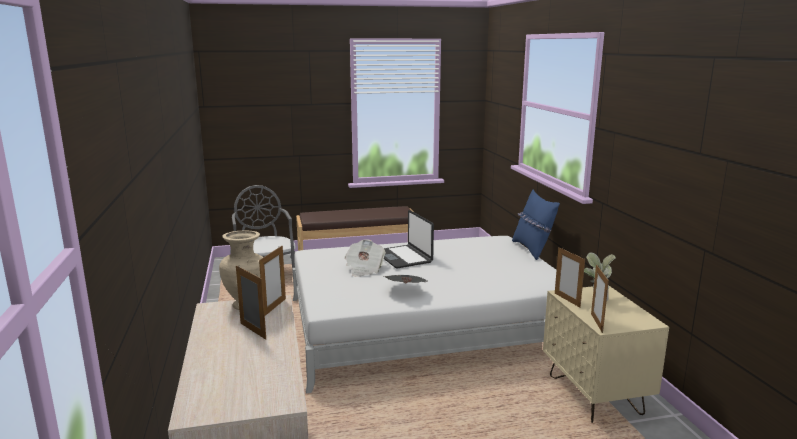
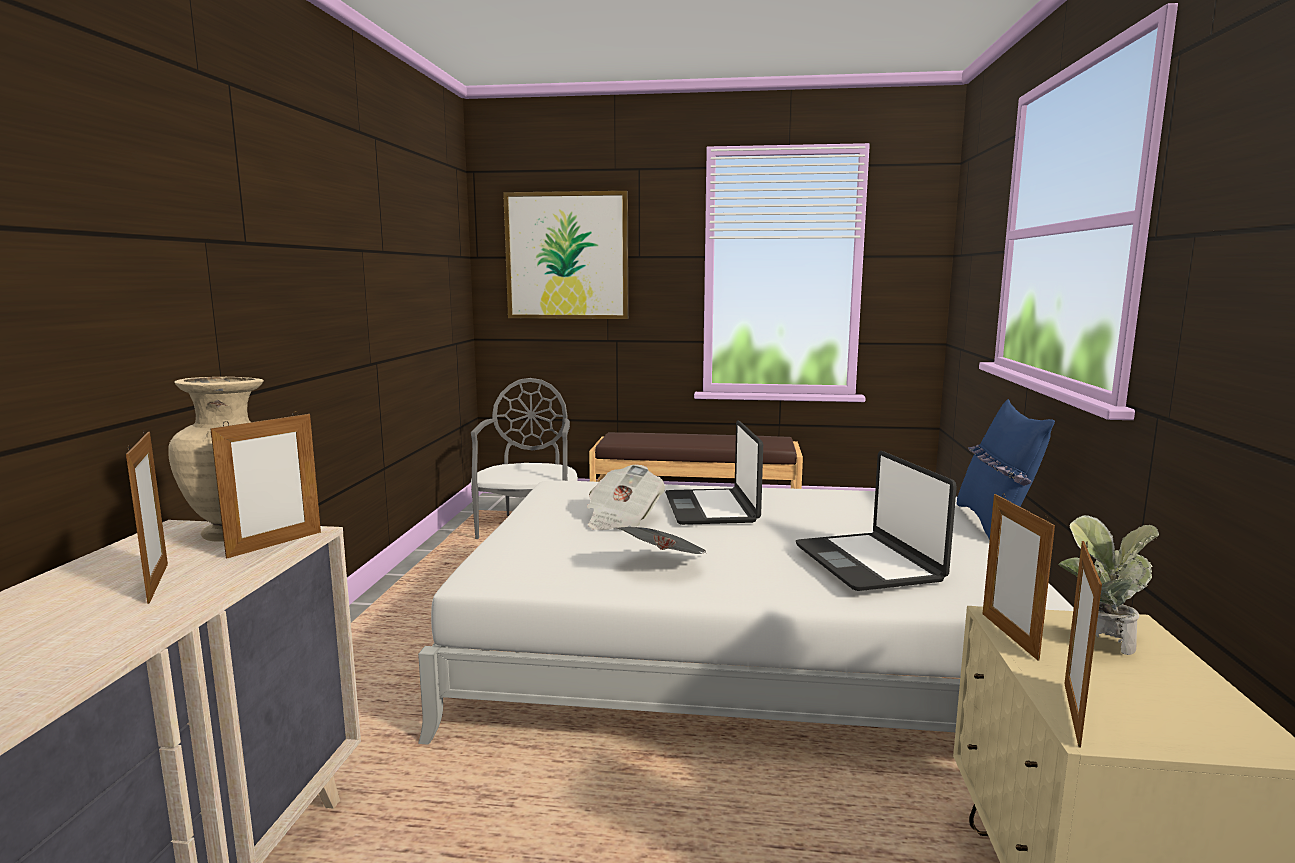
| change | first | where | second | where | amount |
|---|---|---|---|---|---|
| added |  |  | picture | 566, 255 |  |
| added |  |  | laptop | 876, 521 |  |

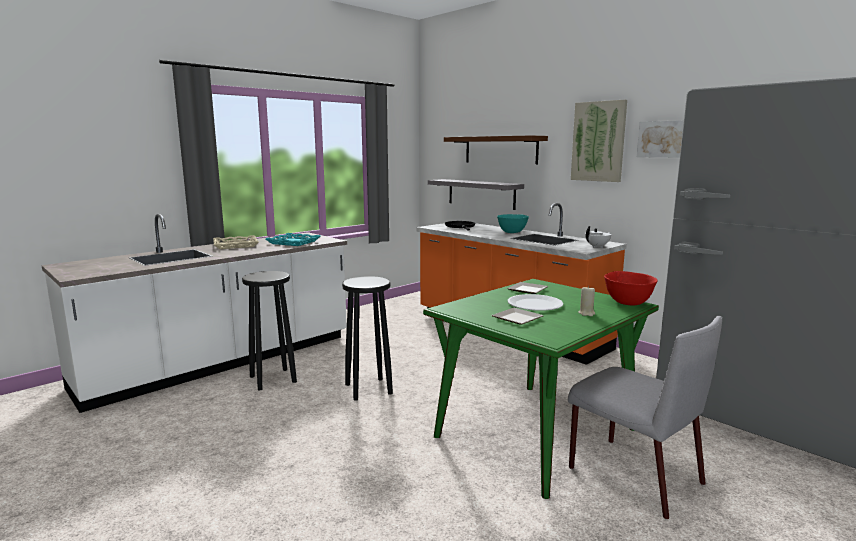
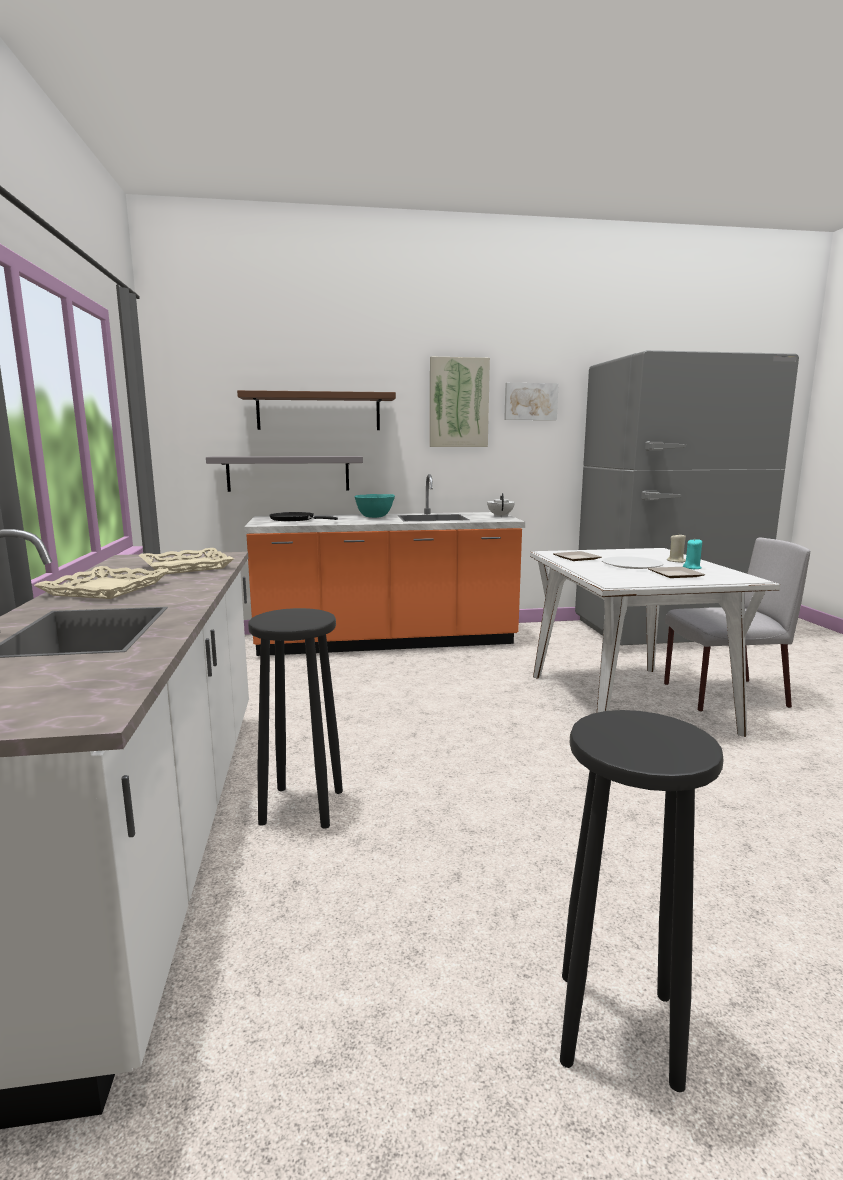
| change | first | where | second | where | amount |
|---|---|---|---|---|---|
| recoloured | turquoise tray | 293, 239 | beige tray | 186, 561 |  |
| moved | black stool | 367, 338 |  | 642, 901 |  |
| recoloured | green dining table | 541, 389 | white dining table | 655, 642 |  |
| removed | red bowl | 631, 288 |  |  |  |
| added |  |  | turquoise candle | 692, 554 |  |

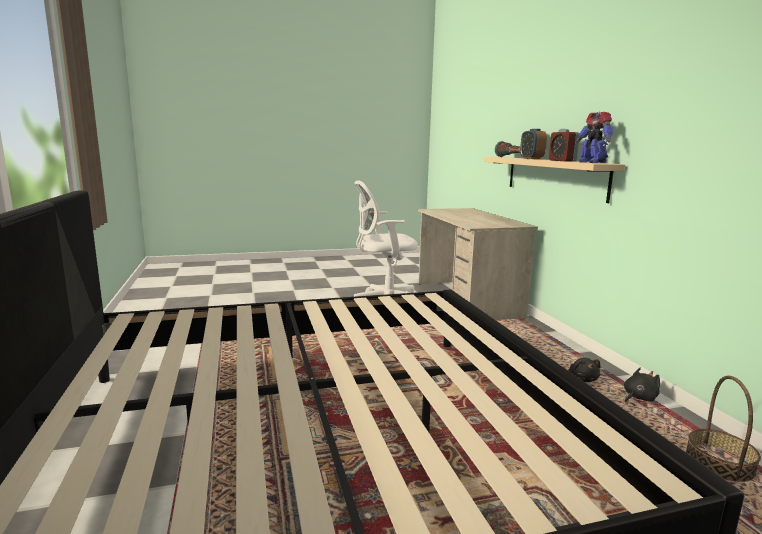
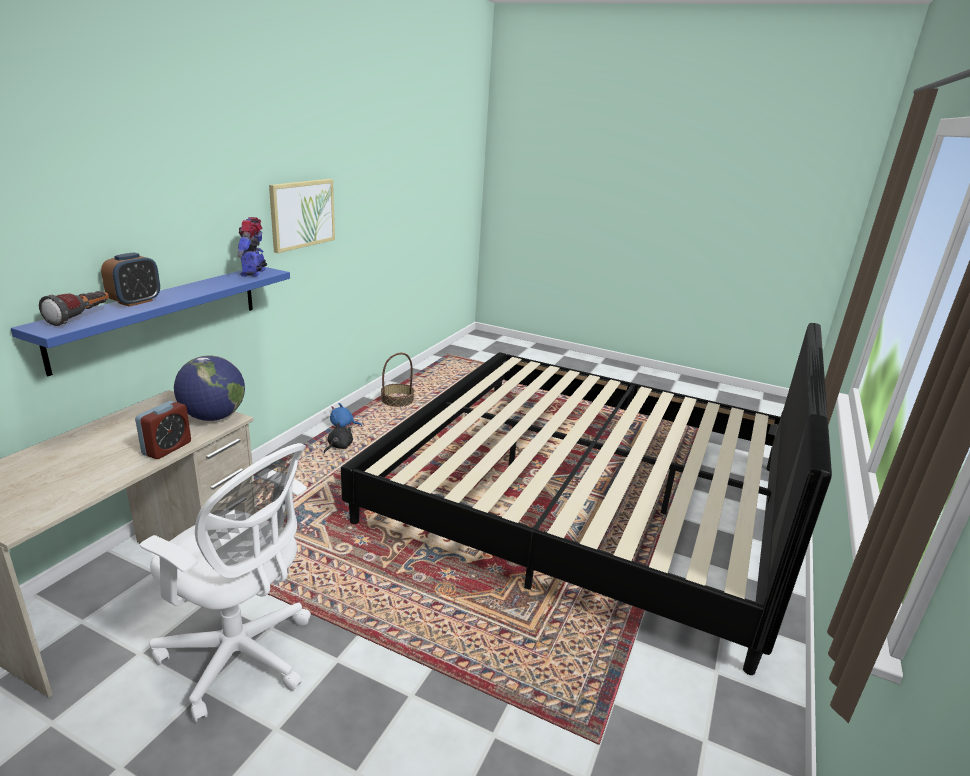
| change | first | where | second | where | amount |
|---|---|---|---|---|---|
| recoloured | beige shelf | 554, 180 | blue shelf | 150, 321 |  |
| moved | alarm clock | 564, 145 |  | 163, 430 |  |
| turned | toy robot | 595, 137 |  | 252, 247 | 150 degrees clockwise |
| recoloured | black plush toy | 642, 385 | blue plush toy | 346, 415 |  |
| added |  |  | globe | 209, 388 |  |
| added |  |  | picture | 302, 216 |  |

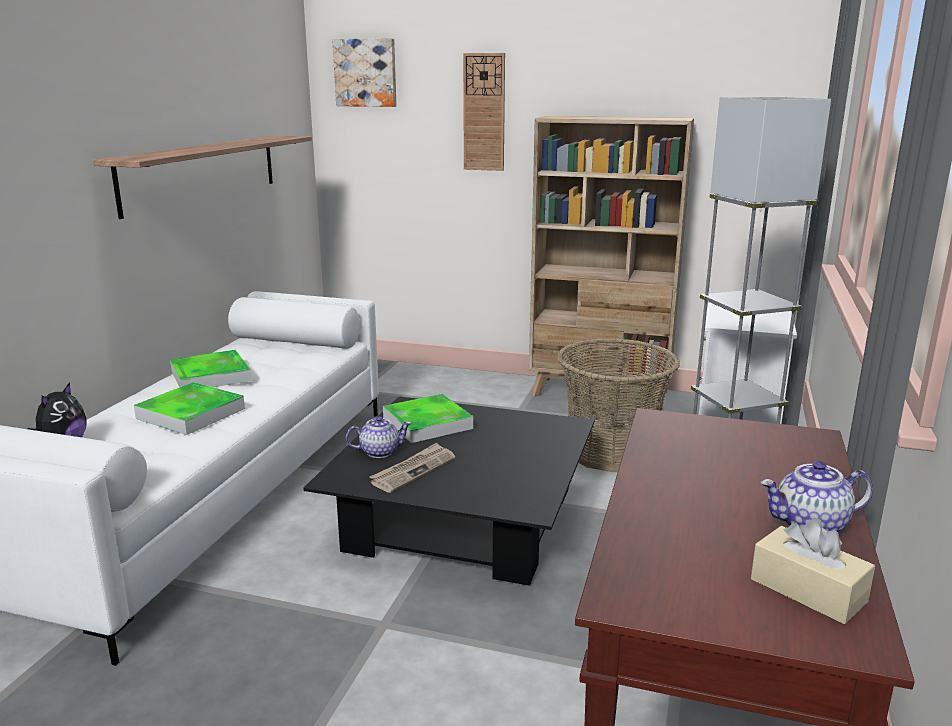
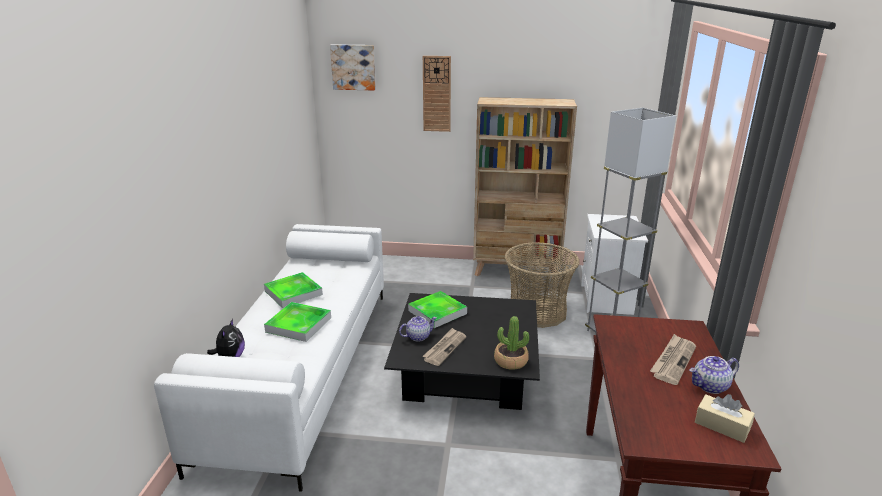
| change | first | where | second | where | amount |
|---|---|---|---|---|---|
| removed | shelf | 202, 177 |  |  |  |
| added |  |  | potted plant | 511, 343 |  |
| added |  |  | newspaper | 673, 359 |  |

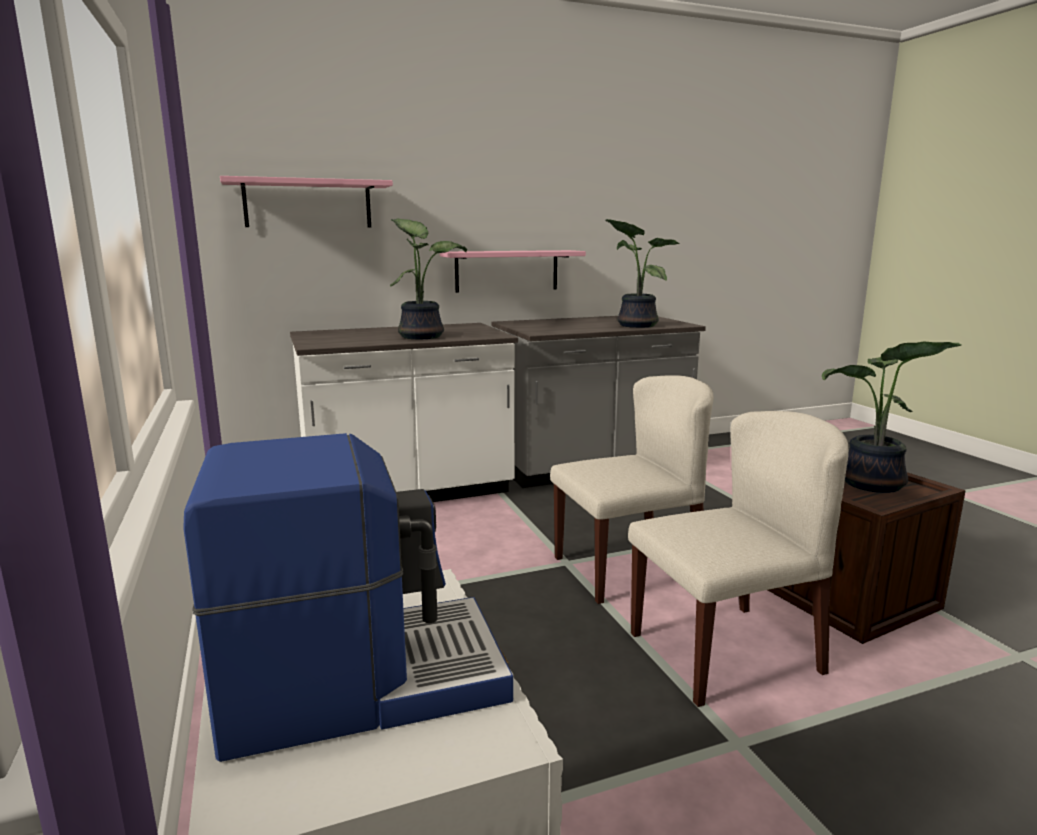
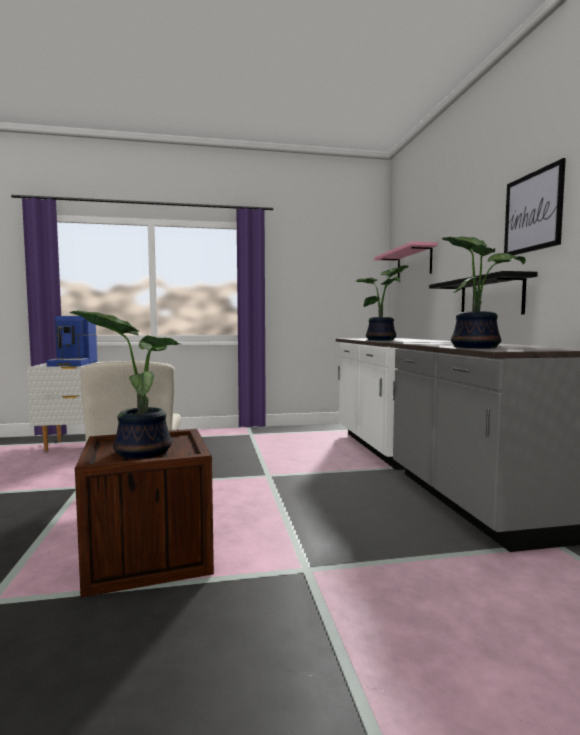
| change | first | where | second | where | amount |
|---|---|---|---|---|---|
| recoloured | pink shelf | 513, 271 | black shelf | 483, 292 |  |
| removed | beige chair | 631, 489 |  |  |  |
| added |  |  | picture | 535, 206 |  |

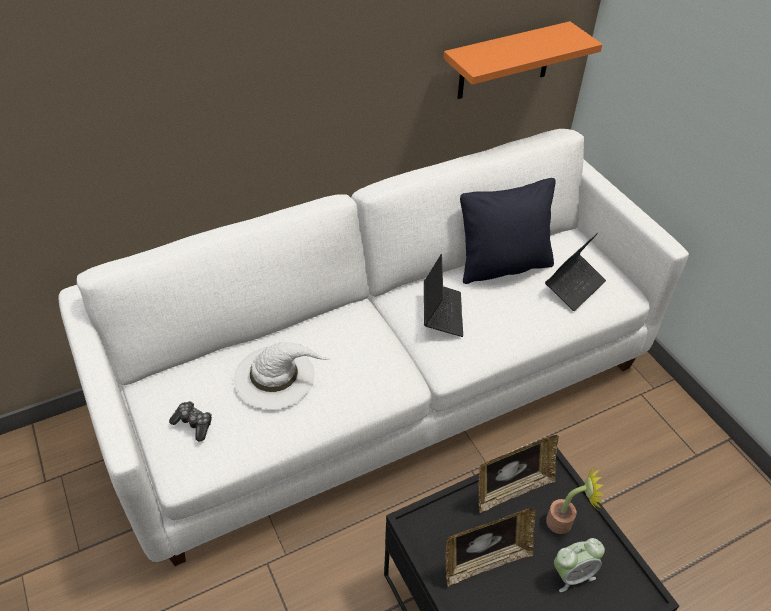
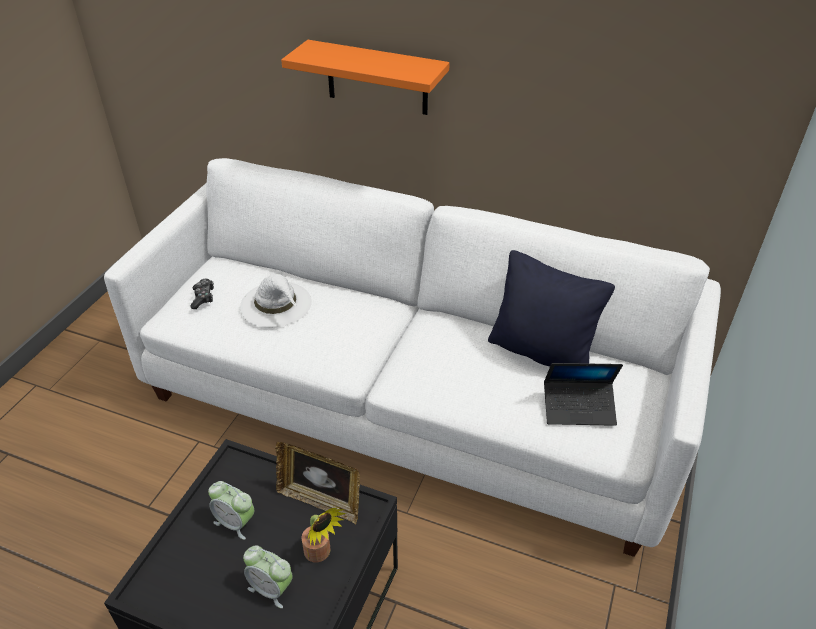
| change | first | where | second | where | amount |
|---|---|---|---|---|---|
| removed | laptop | 443, 295 |  |  |  |
| moved | orange shelf | 523, 60 |  | 365, 77 |  |
| replaced | picture frame | 490, 547 | alarm clock | 231, 510 |  |

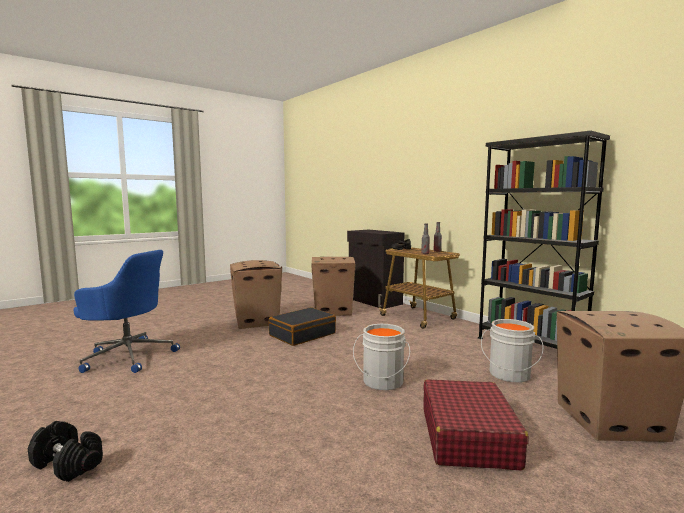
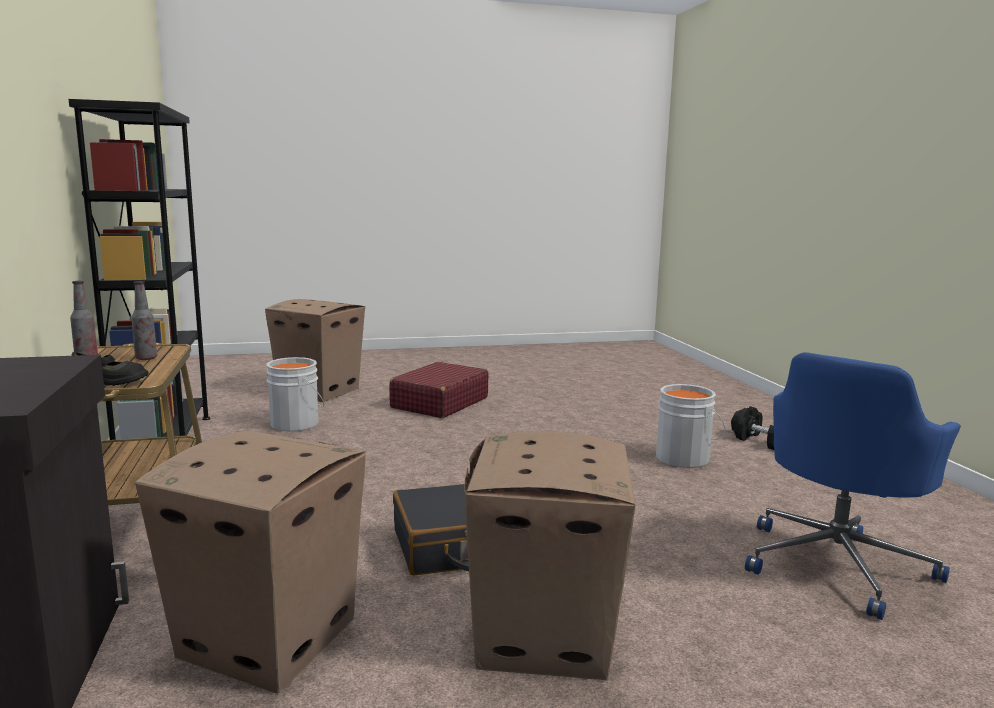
| change | first | where | second | where | amount |
|---|---|---|---|---|---|
| turned | blue office chair | 126, 311 |  | 853, 486 | 90 degrees counterclockwise |
| moved | grey bucket | 381, 357 |  | 691, 426 |  |

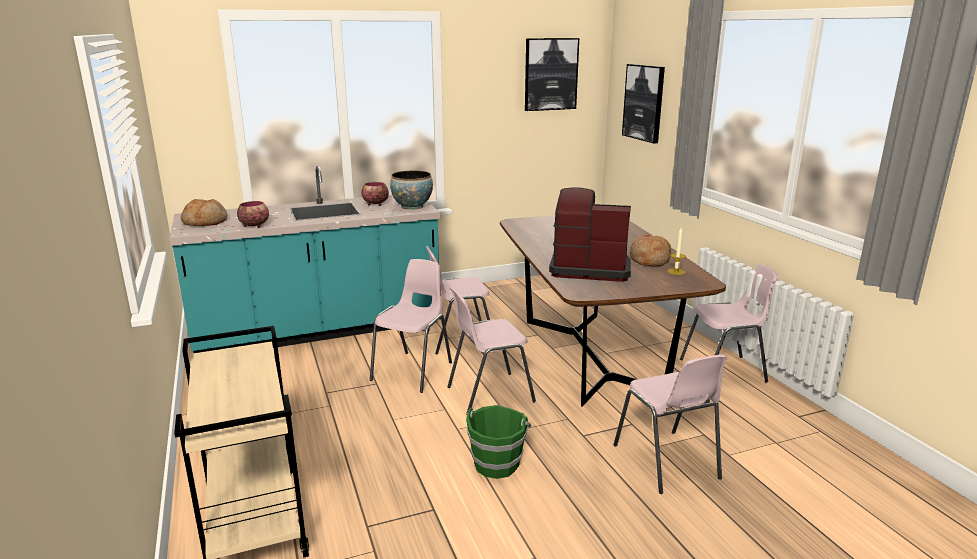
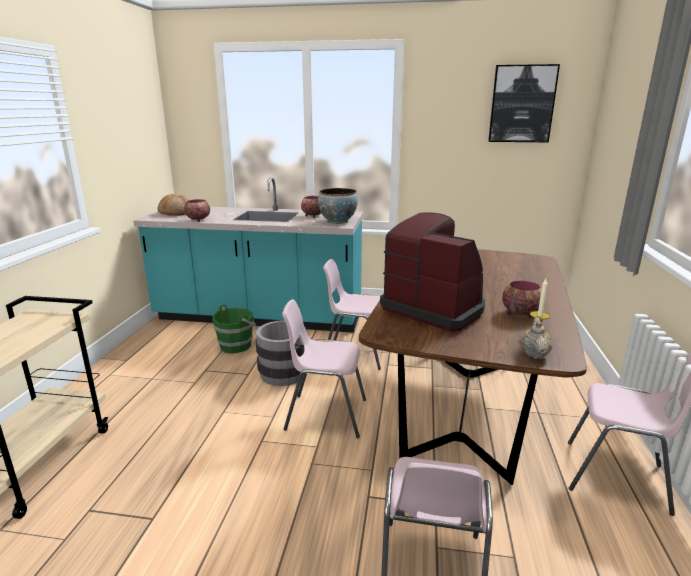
| change | first | where | second | where | amount |
|---|---|---|---|---|---|
| replaced | pink chair | 411, 326 | grey bucket | 284, 353 |  |
| moved | green bucket | 498, 442 |  | 234, 329 |  |
| removed | picture | 643, 103 |  |  |  |
| replaced | bread | 650, 250 | bowl | 522, 299 |  |
| added |  |  | beige teapot | 537, 338 |  |

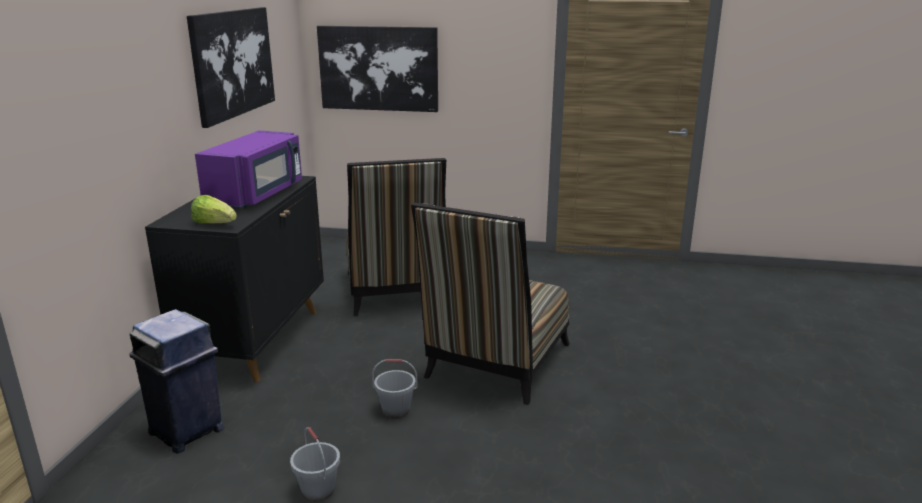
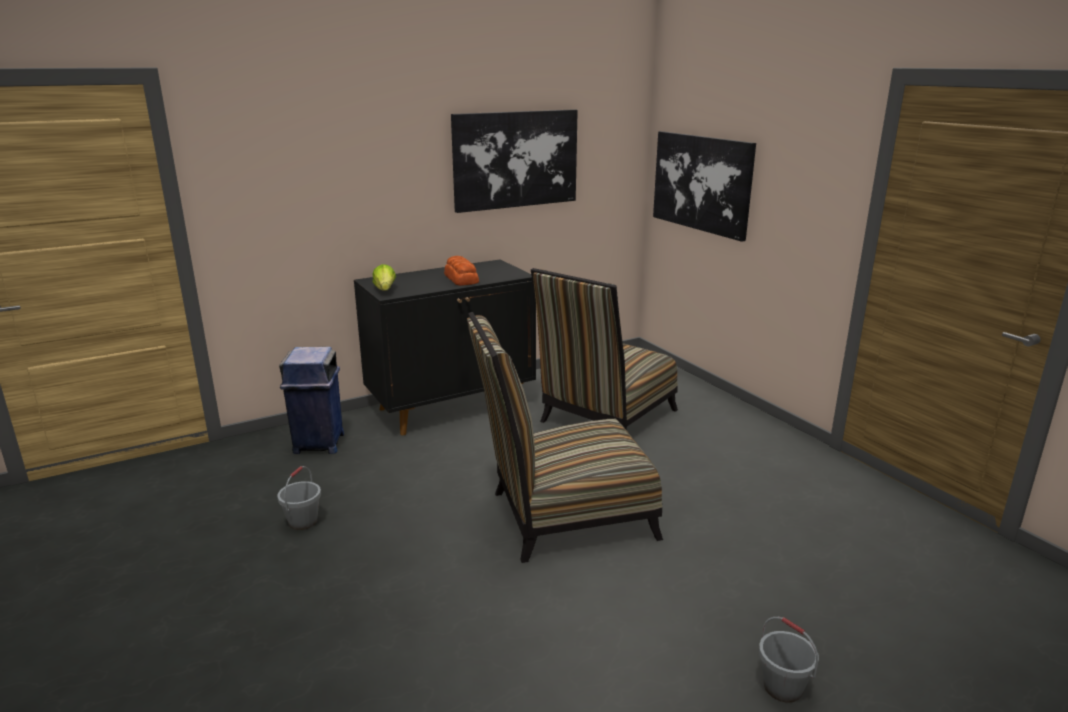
| change | first | where | second | where | amount |
|---|---|---|---|---|---|
| replaced | purple microwave | 248, 169 | bread | 461, 271 |  |
| moved | grey bucket | 395, 388 |  | 789, 660 |  |

